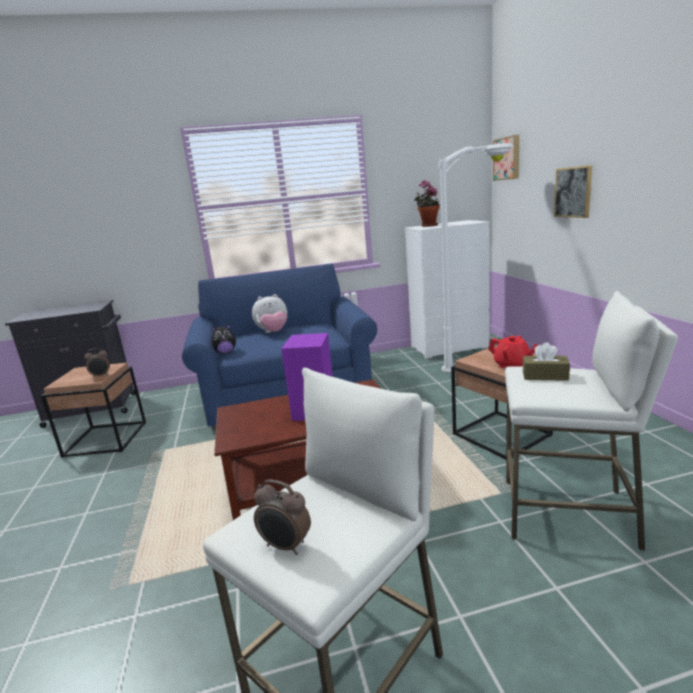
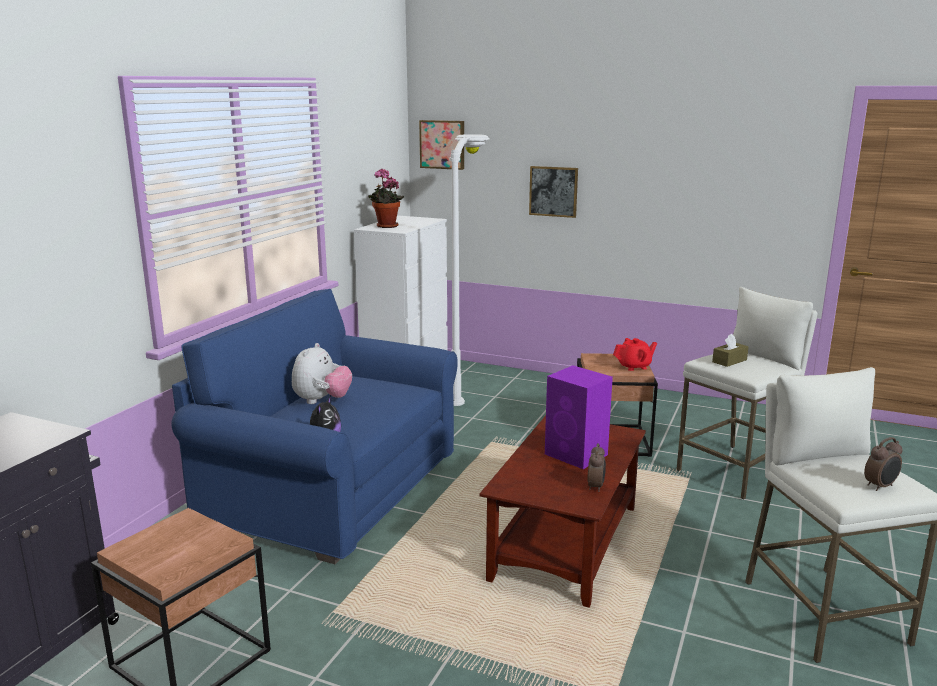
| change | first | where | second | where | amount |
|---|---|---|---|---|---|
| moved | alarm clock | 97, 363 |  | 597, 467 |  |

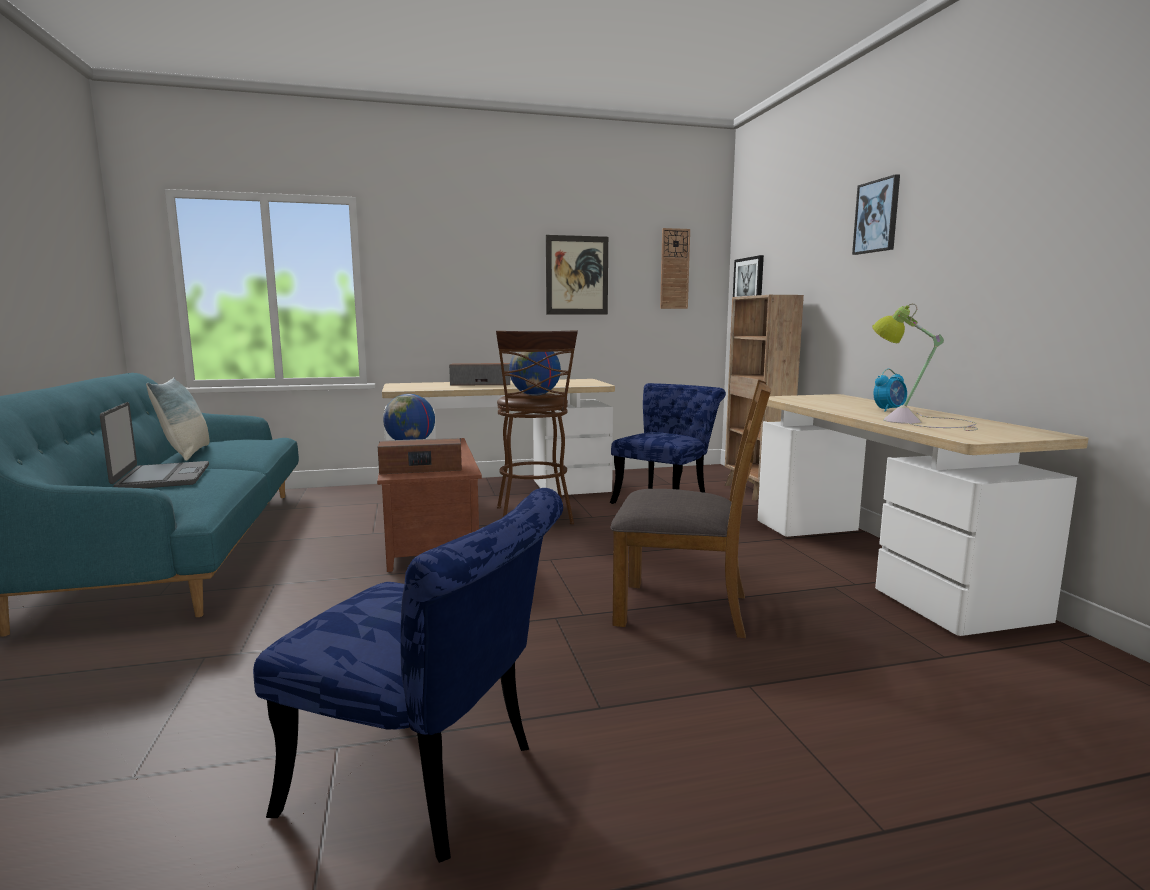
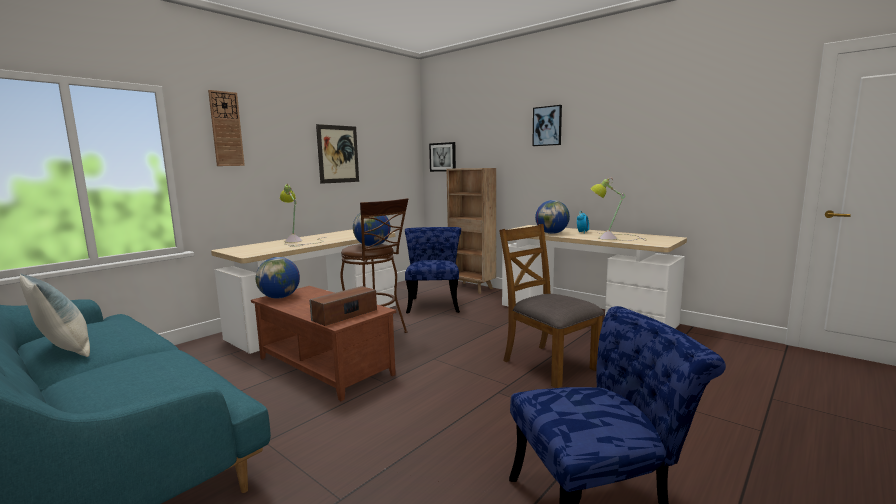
| change | first | where | second | where | amount |
|---|---|---|---|---|---|
| removed | laptop | 154, 445 |  |  |  |
| replaced | speaker | 479, 374 | table lamp | 302, 215 |  |
| turned | brown chair | 690, 508 |  | 551, 306 | 105 degrees counterclockwise |
| moved | wall clock | 675, 268 |  | 226, 128 |  |
| added |  |  | globe | 552, 217 |  |

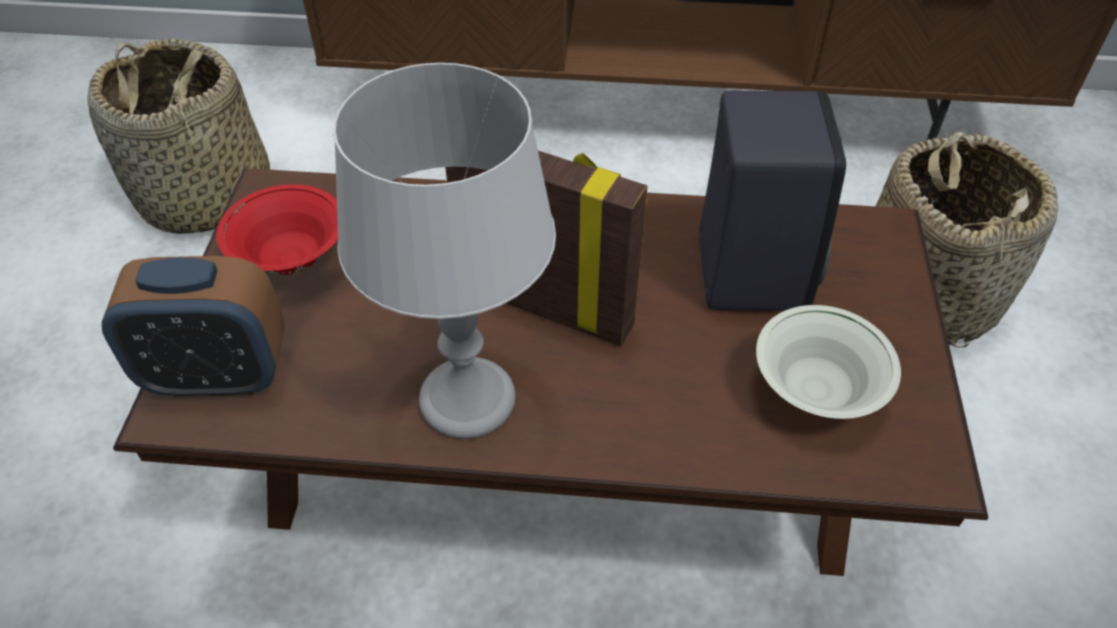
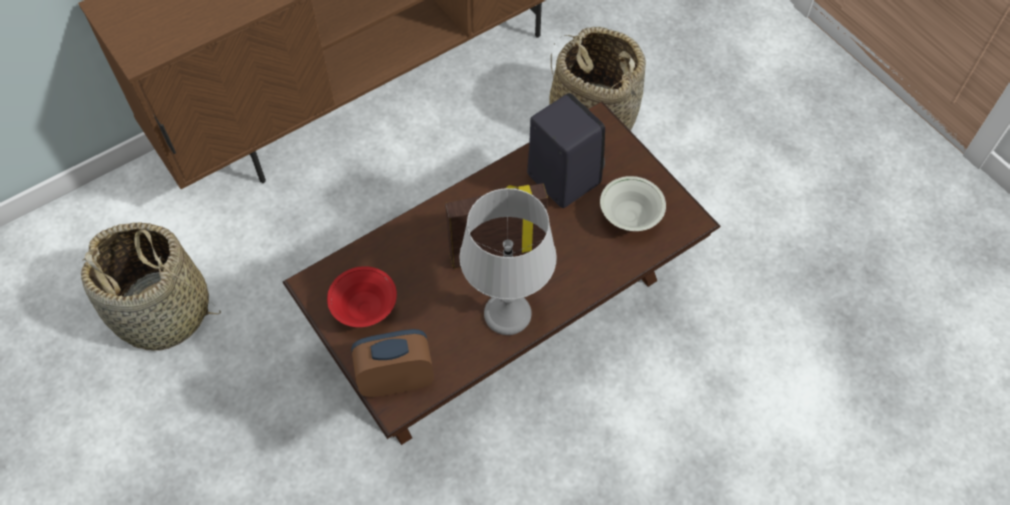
| change | first | where | second | where | amount |
|---|---|---|---|---|---|
| turned | alarm clock | 193, 326 |  | 392, 363 | 150 degrees counterclockwise |

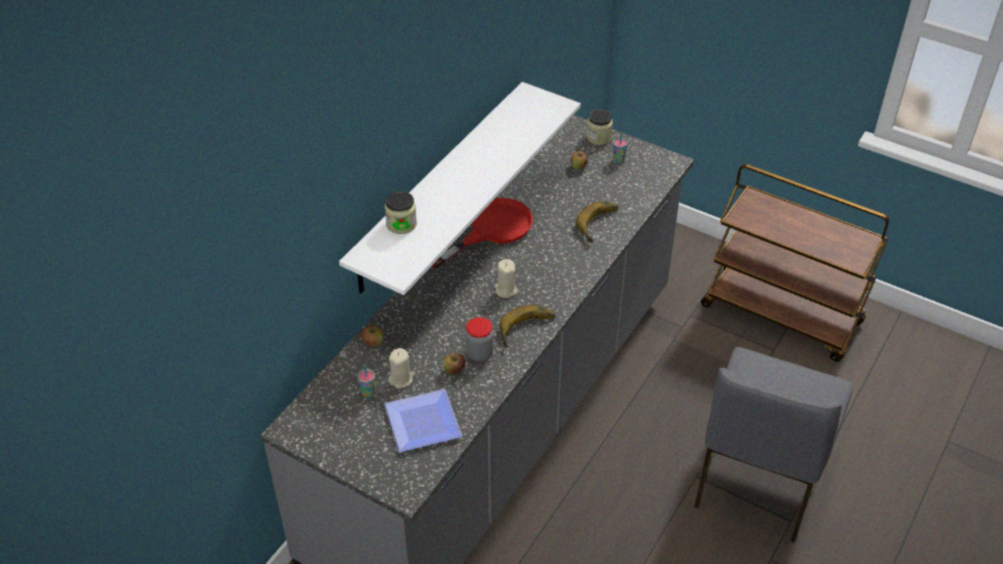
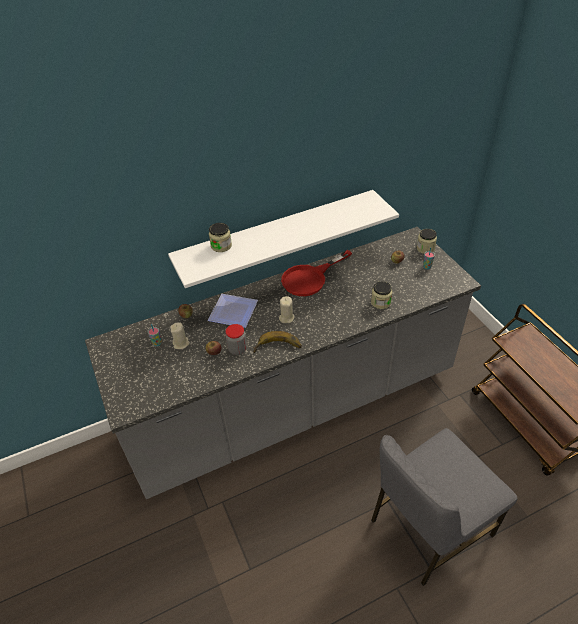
| change | first | where | second | where | amount |
|---|---|---|---|---|---|
| moved | plate | 423, 420 |  | 233, 311 |  |
| turned | red frying pan | 482, 233 |  | 316, 273 | 150 degrees clockwise |
| replaced | banana | 597, 222 | jar | 381, 295 |  |

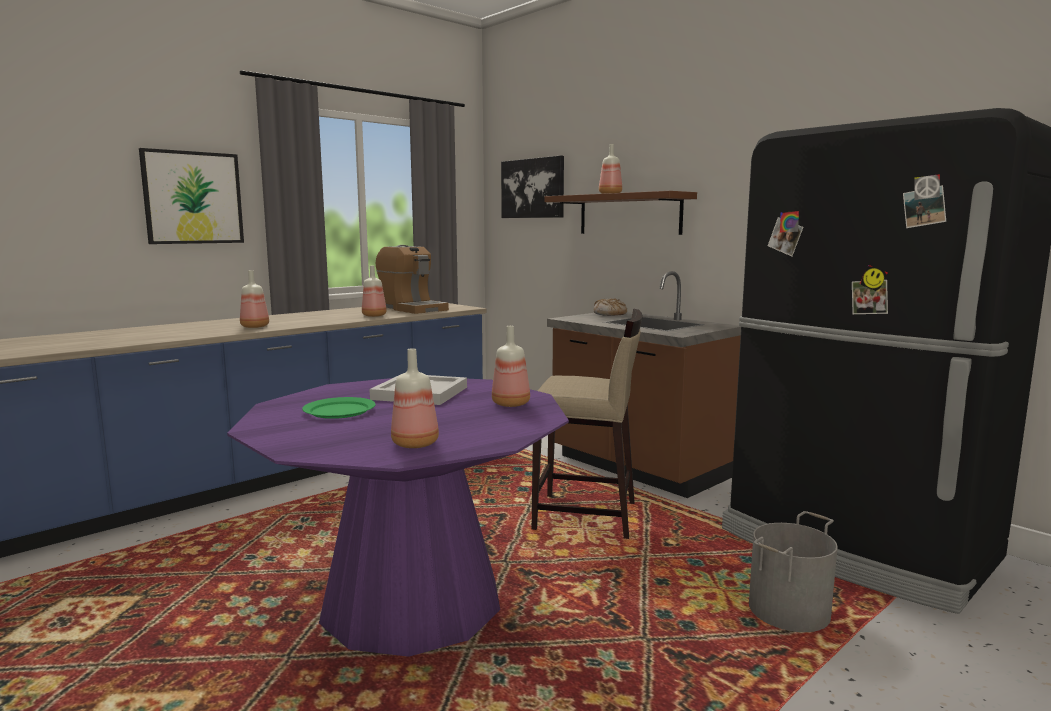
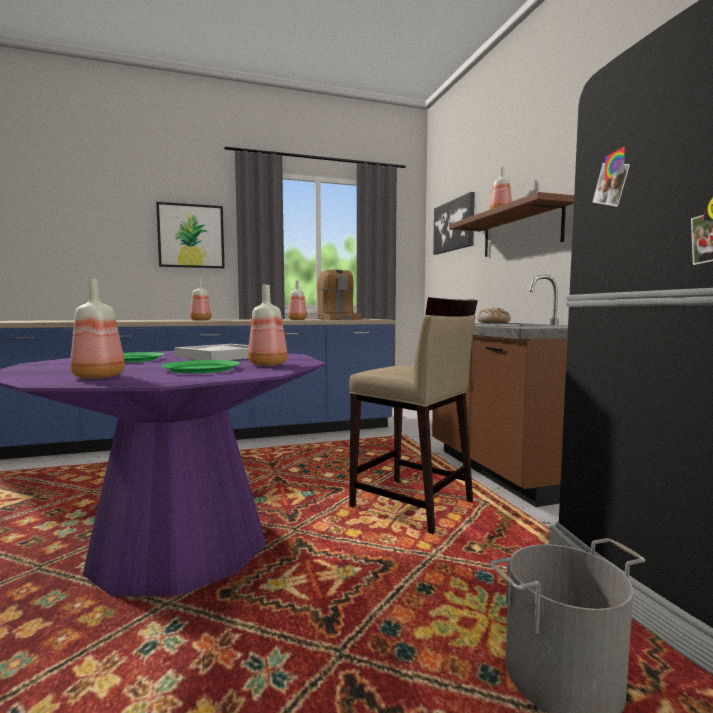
| change | first | where | second | where | amount |
|---|---|---|---|---|---|
| added |  |  | green plate | 201, 367 |  |

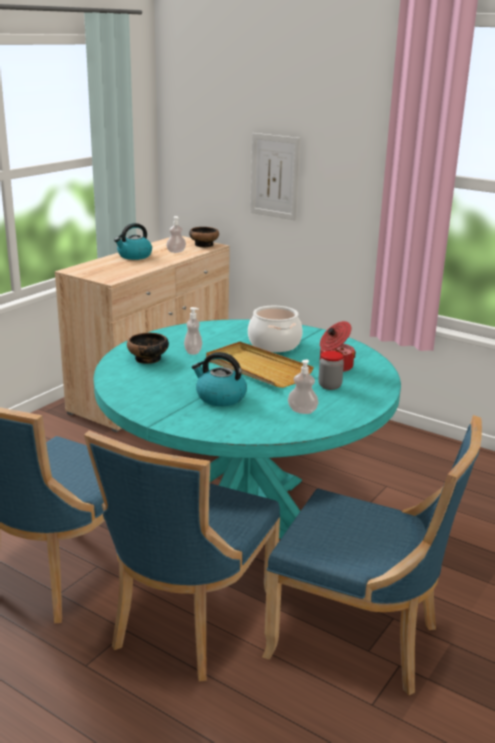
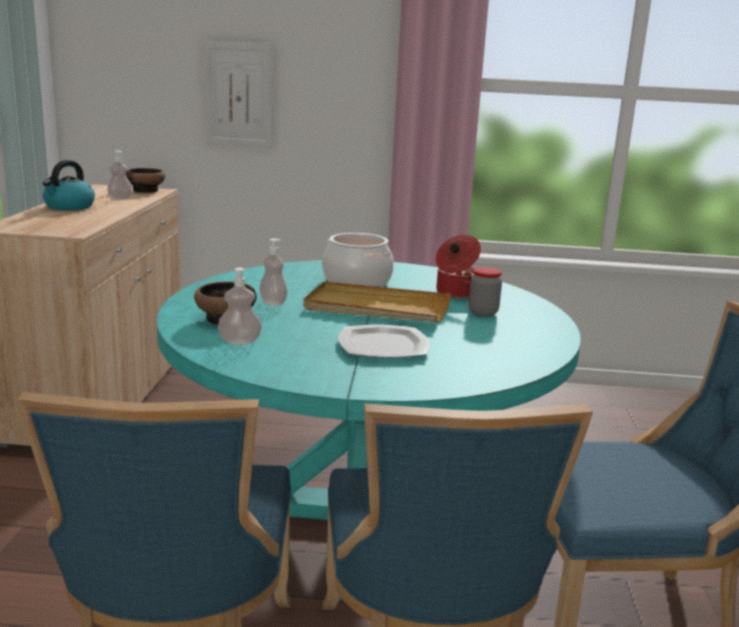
| change | first | where | second | where | amount |
|---|---|---|---|---|---|
| replaced | kettle | 219, 379 | plate | 384, 341 |  |
| moved | soap dispenser | 303, 386 |  | 240, 306 |  |

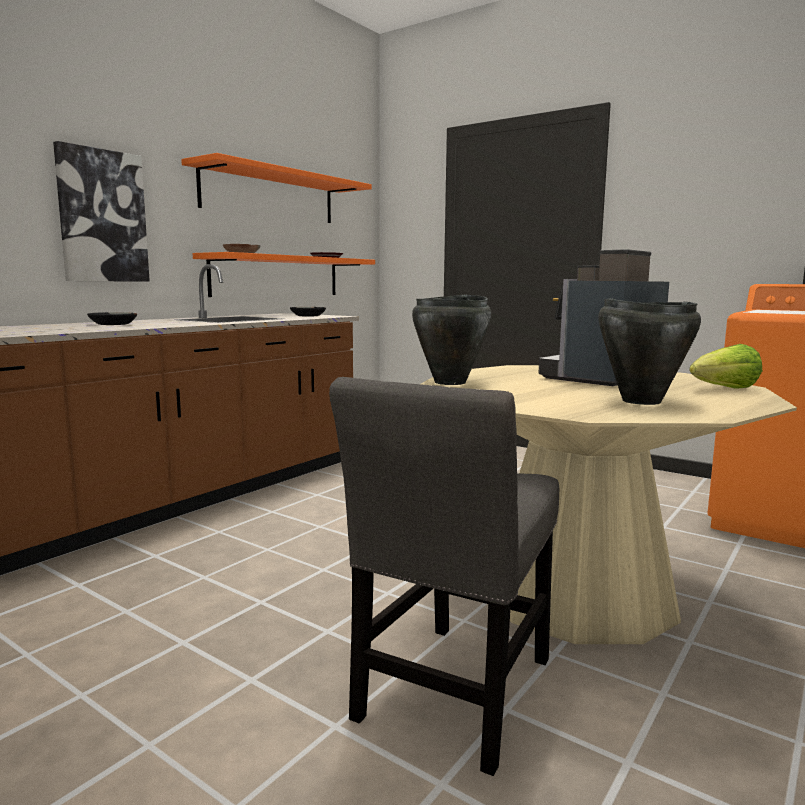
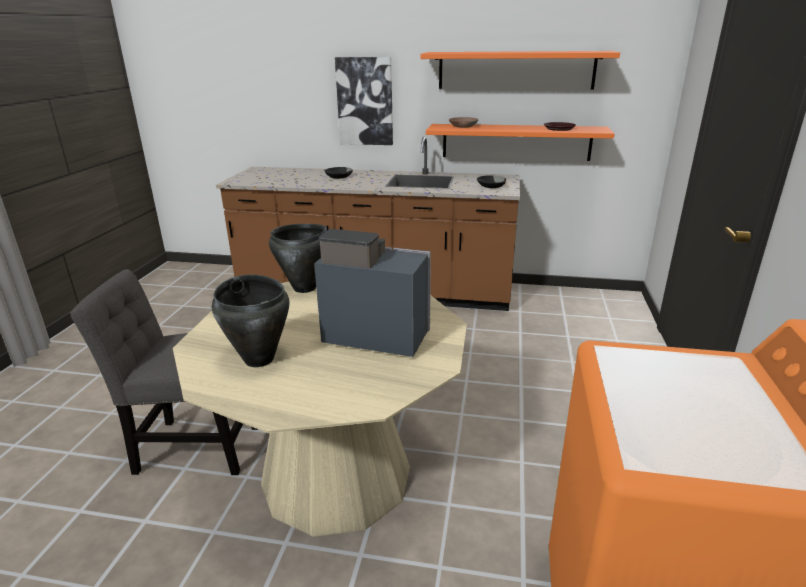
| change | first | where | second | where | amount |
|---|---|---|---|---|---|
| removed | lettuce | 725, 366 |  |  |  |

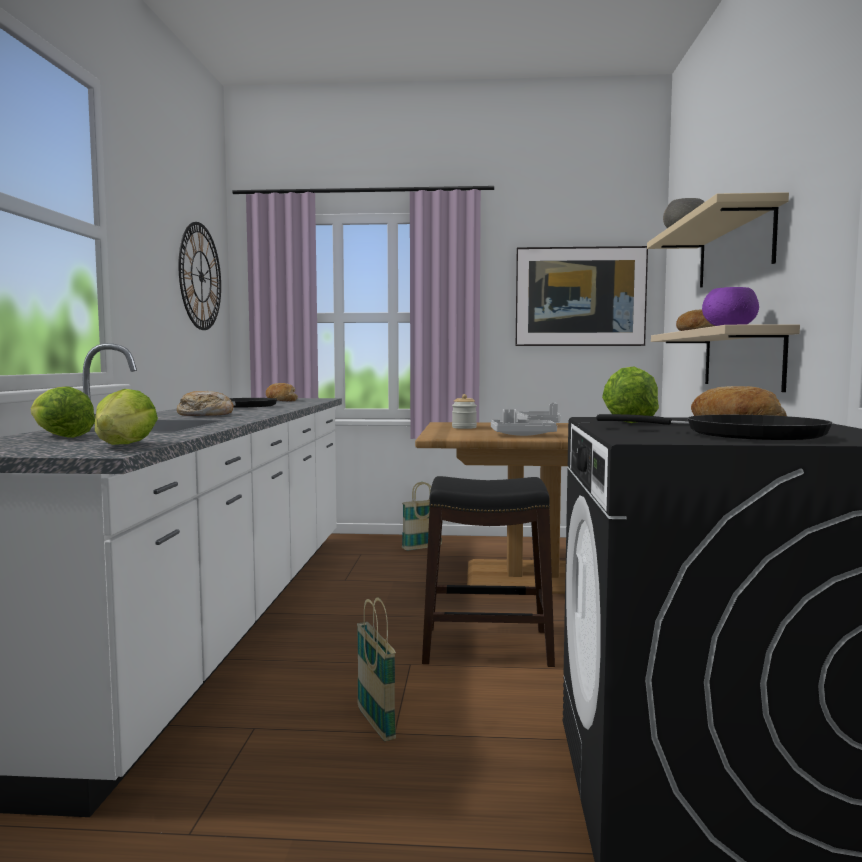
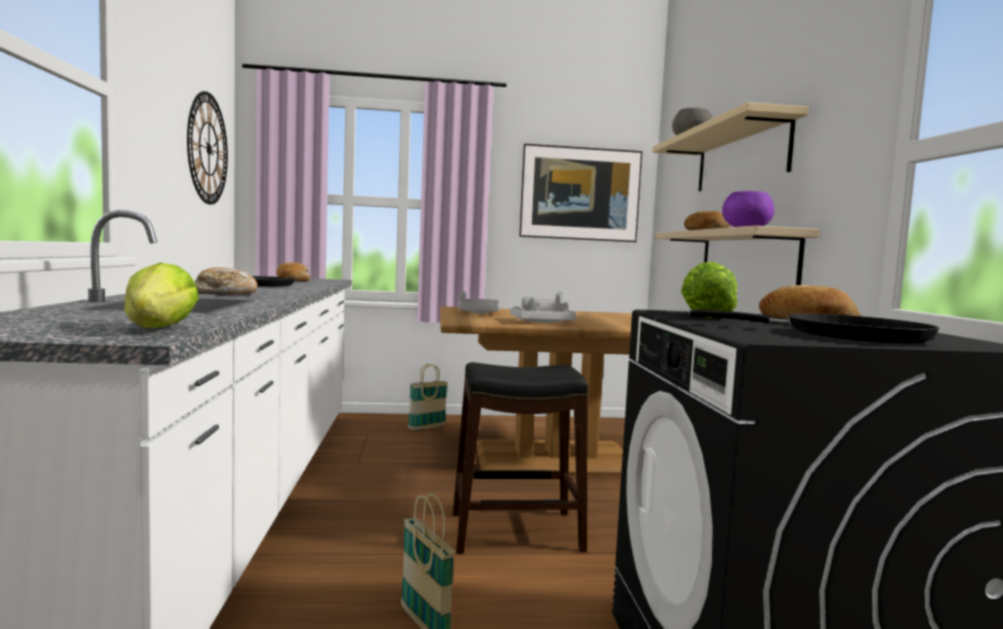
| change | first | where | second | where | amount |
|---|---|---|---|---|---|
| removed | lettuce | 63, 412 |  |  |  |
| replaced | jar | 464, 411 | grey tray | 479, 302 |  |

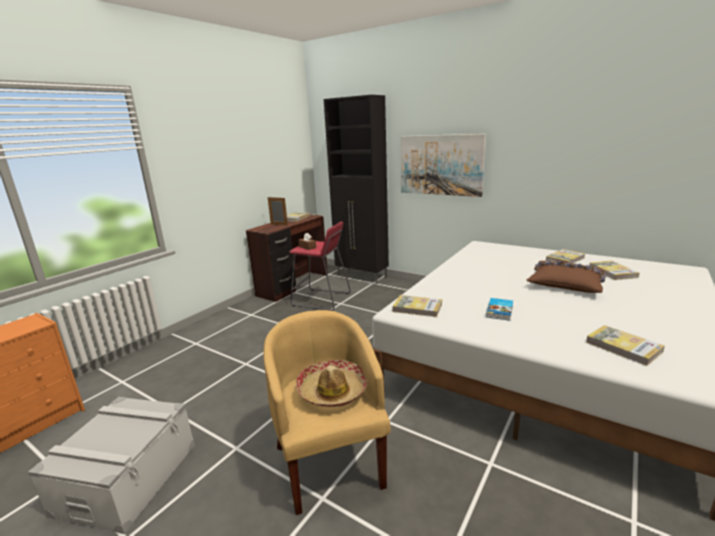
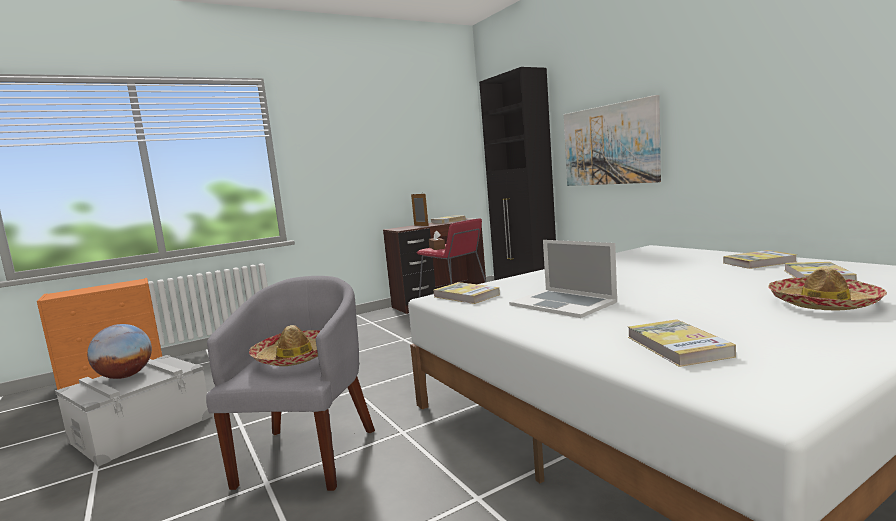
| change | first | where | second | where | amount |
|---|---|---|---|---|---|
| recoloured | yellow armchair | 327, 412 | grey armchair | 290, 383 |  |
| replaced | book | 499, 309 | laptop | 563, 279 |  |
| removed | brown pillow | 566, 277 |  |  |  |
| added |  |  | globe | 119, 351 |  |
| added |  |  | hat | 827, 288 |  |

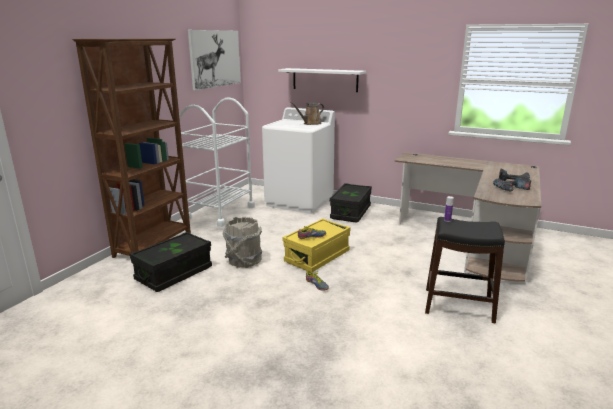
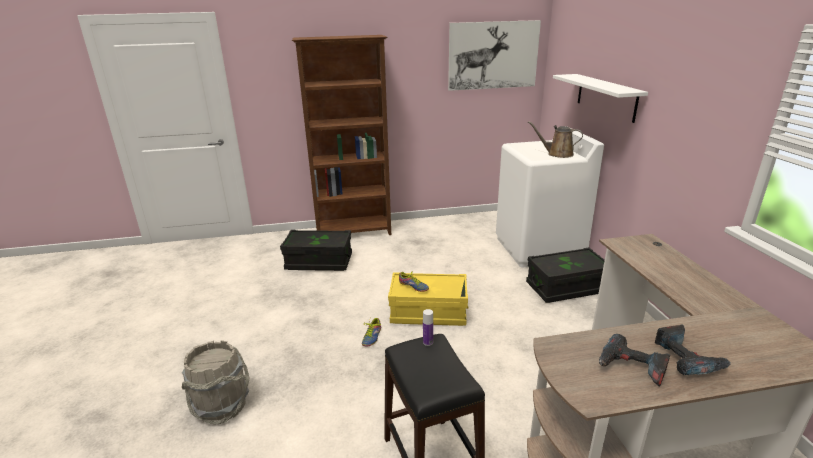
| change | first | where | second | where | amount |
|---|---|---|---|---|---|
| removed | white cart | 217, 162 |  |  |  |
| moved | grey bucket | 243, 242 |  | 216, 382 |  |

